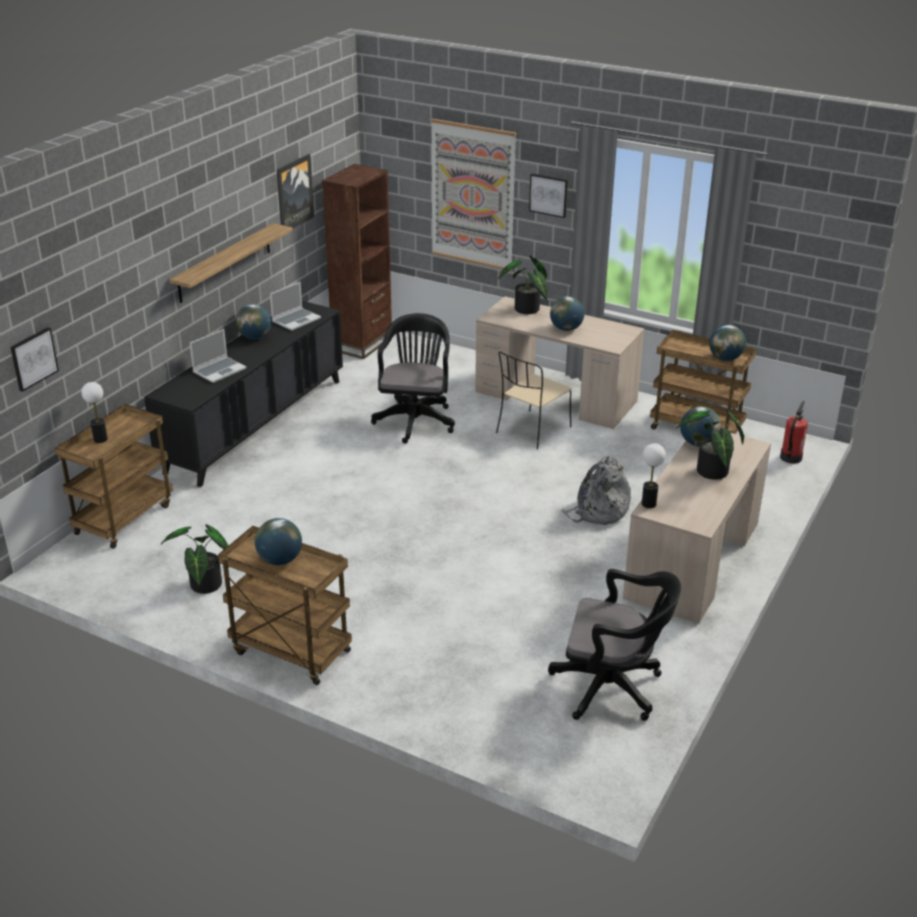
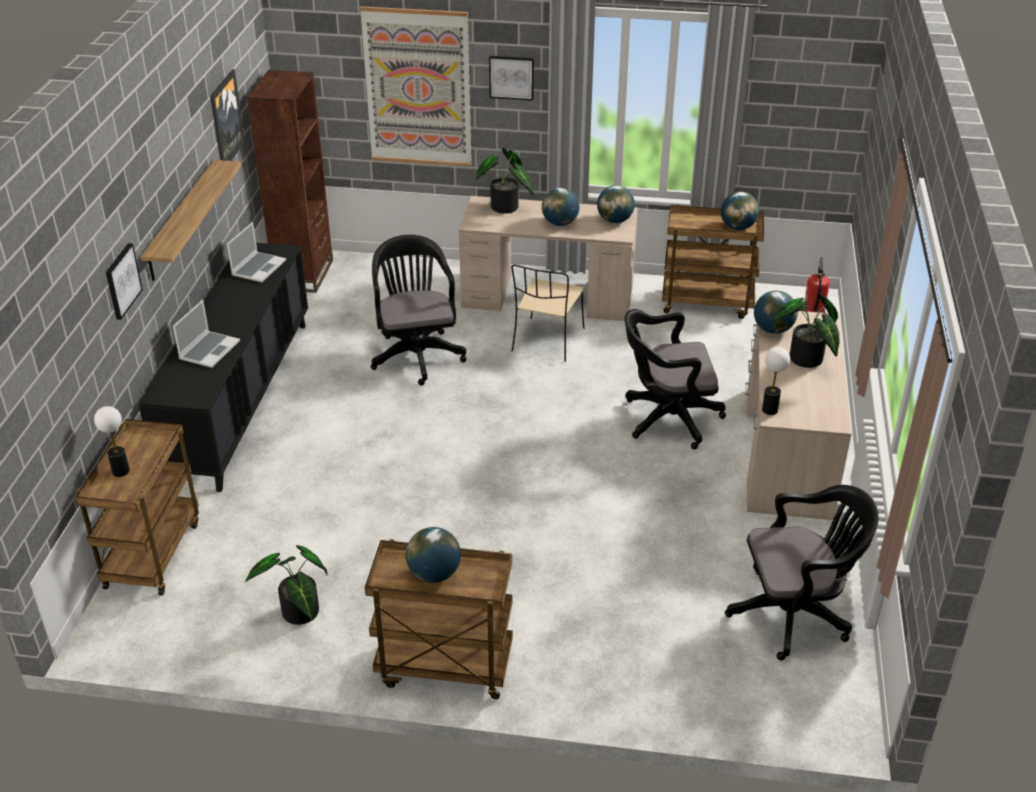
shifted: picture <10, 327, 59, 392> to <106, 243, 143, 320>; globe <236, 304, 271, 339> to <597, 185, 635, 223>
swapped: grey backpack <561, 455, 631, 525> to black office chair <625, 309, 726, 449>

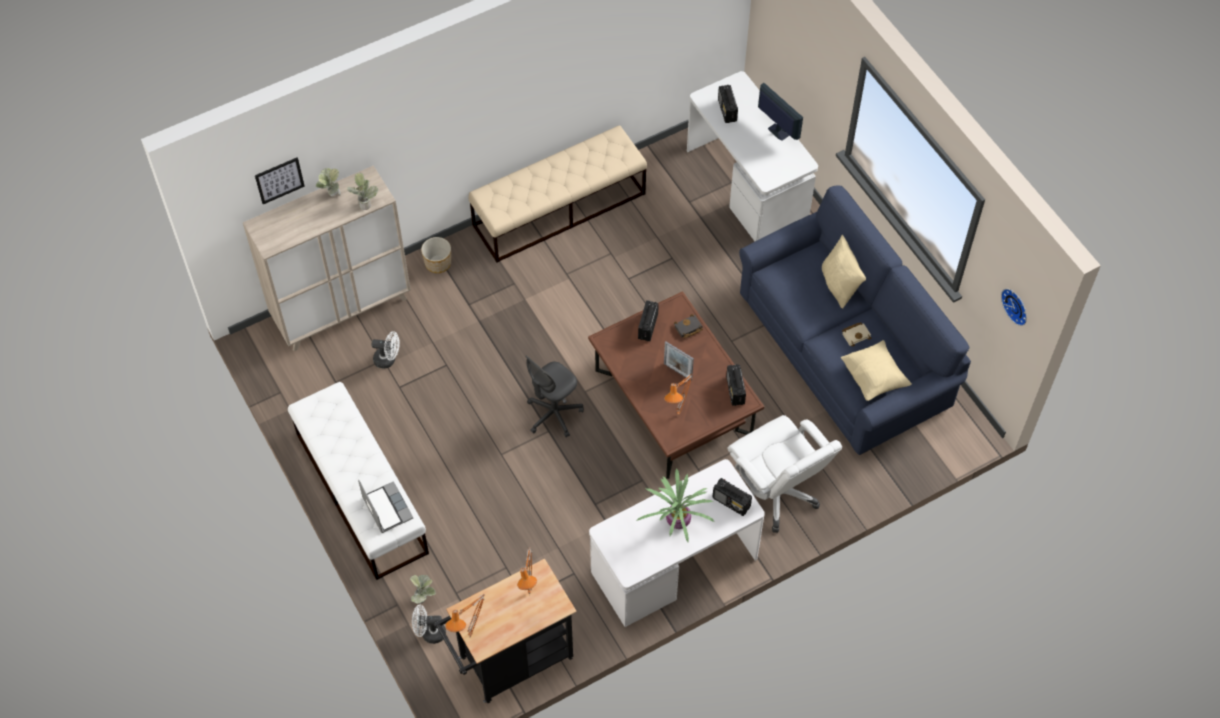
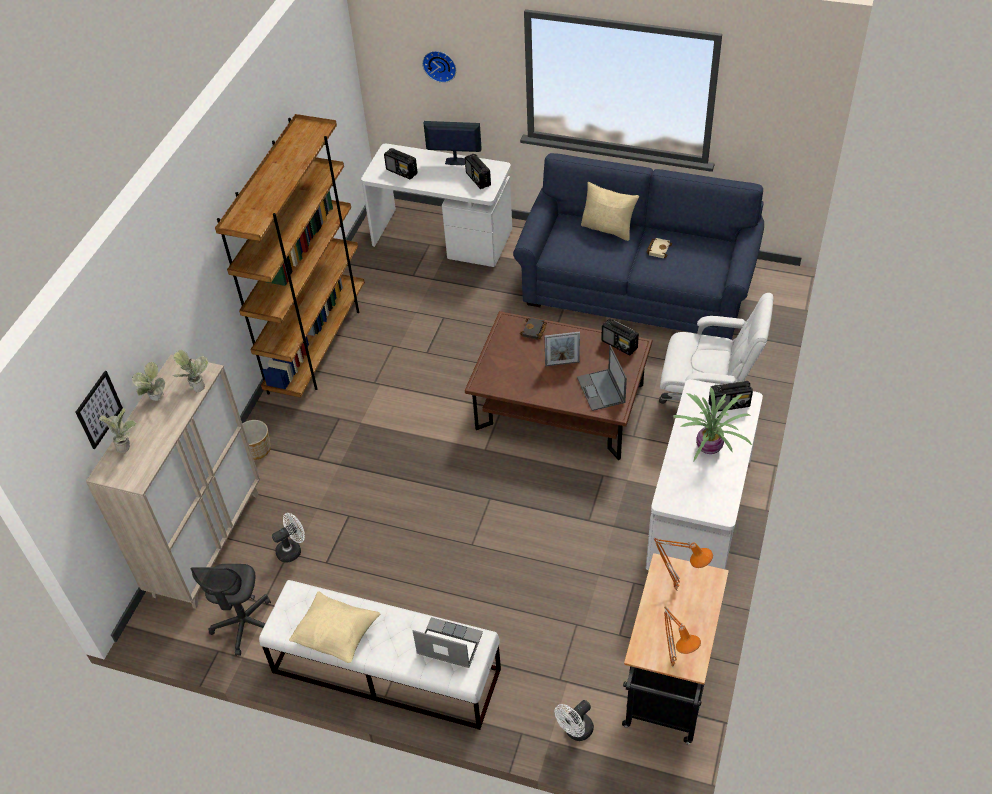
shifted: potted plant <410, 575, 436, 604> to <99, 408, 137, 453>; grey office chair <526, 355, 584, 437> to <190, 564, 271, 656>; beige pillow <841, 340, 912, 401> to <289, 591, 380, 663>; wall clock <1001, 289, 1027, 326> to <422, 51, 456, 83>; radio <638, 300, 659, 341> to <465, 154, 491, 189>
swapped: beige bench <469, 125, 647, 262> to brown bookcase <215, 114, 365, 398>; orange table lamp <664, 374, 692, 416> to laptop <577, 345, 627, 411>

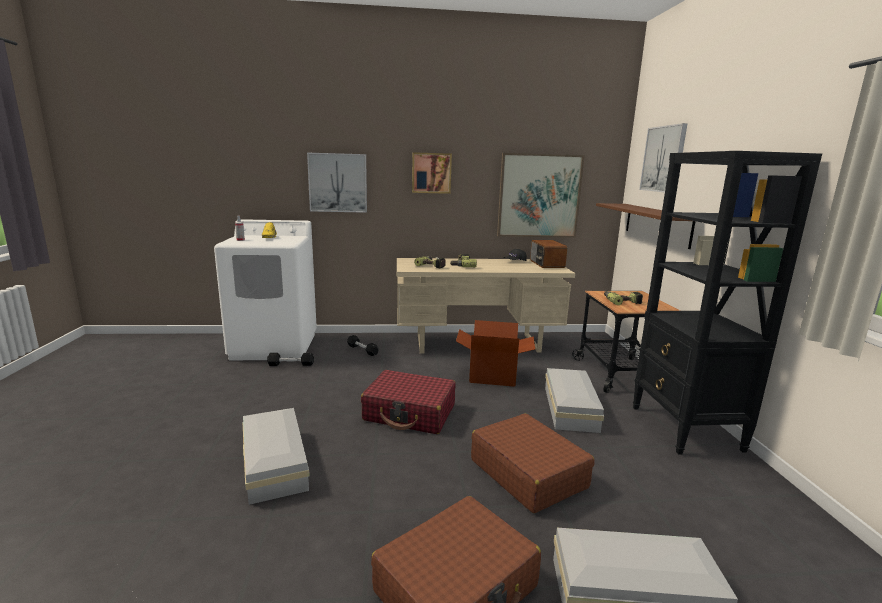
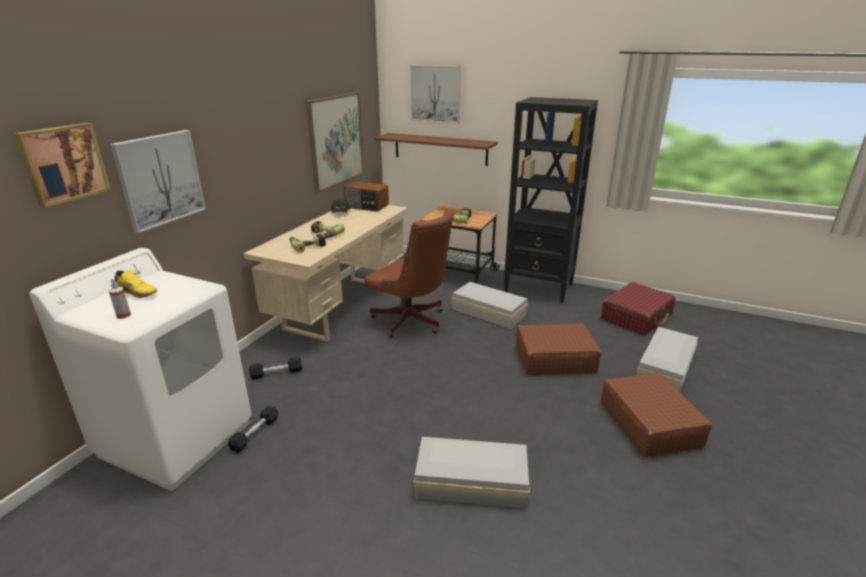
shifted: picture <412, 152, 452, 194> to <14, 123, 111, 208>; red suitcase <361, 370, 456, 434> to <601, 282, 676, 335>
swapped: cardboard box <456, 320, 535, 387> to brown office chair <364, 208, 454, 338>

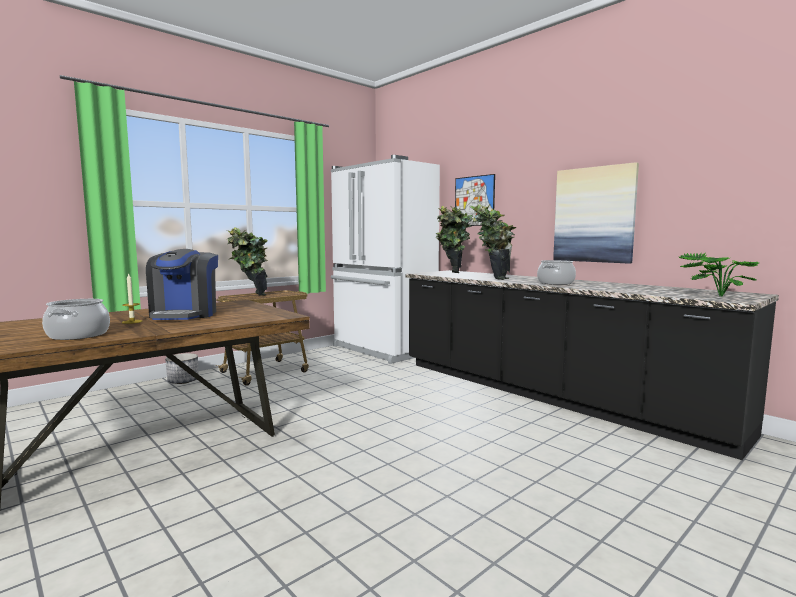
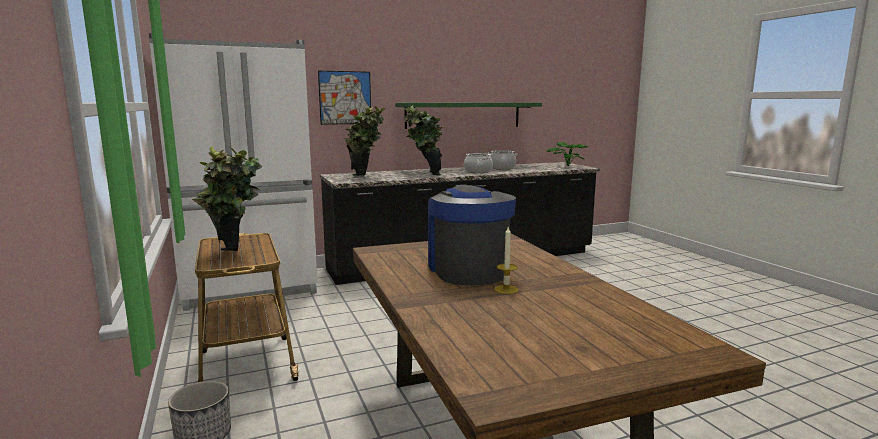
shifted: cooking pot <42, 299, 110, 340> to <488, 150, 518, 169>
swapped: picture <553, 162, 639, 264> to green shelf <395, 103, 542, 129>
rotated: coffee machine <146, 249, 218, 320> = <428, 184, 516, 285> 120 degrees counterclockwise

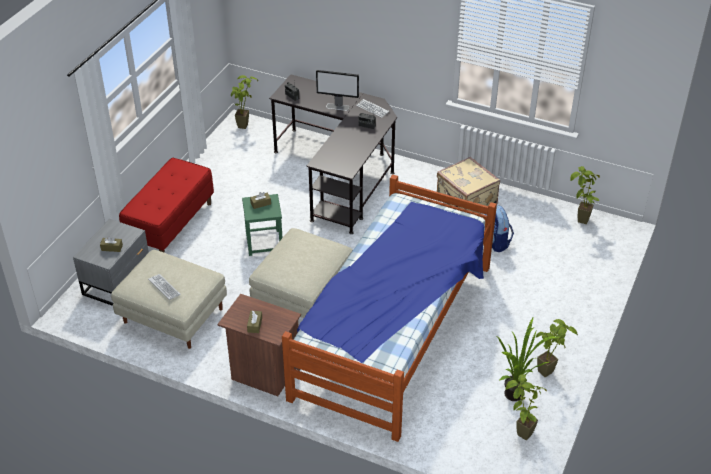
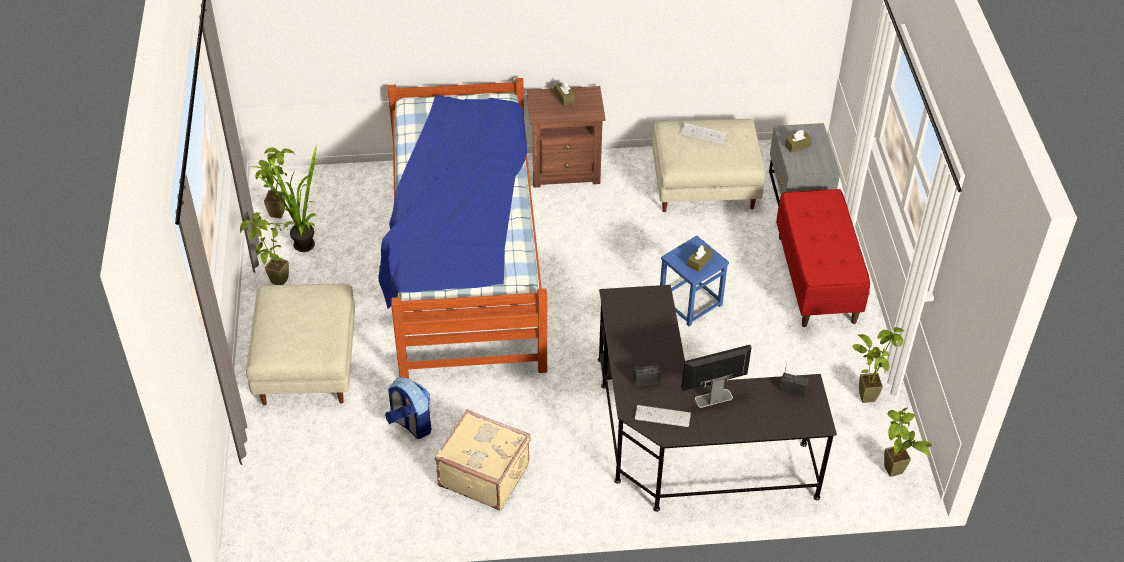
shifted: beige ottoman <249, 228, 353, 318> to <246, 284, 355, 405>; potted plant <570, 166, 600, 224> to <852, 327, 904, 403>
repainted: green stool <242, 194, 282, 256> to blue stool <660, 235, 729, 326>

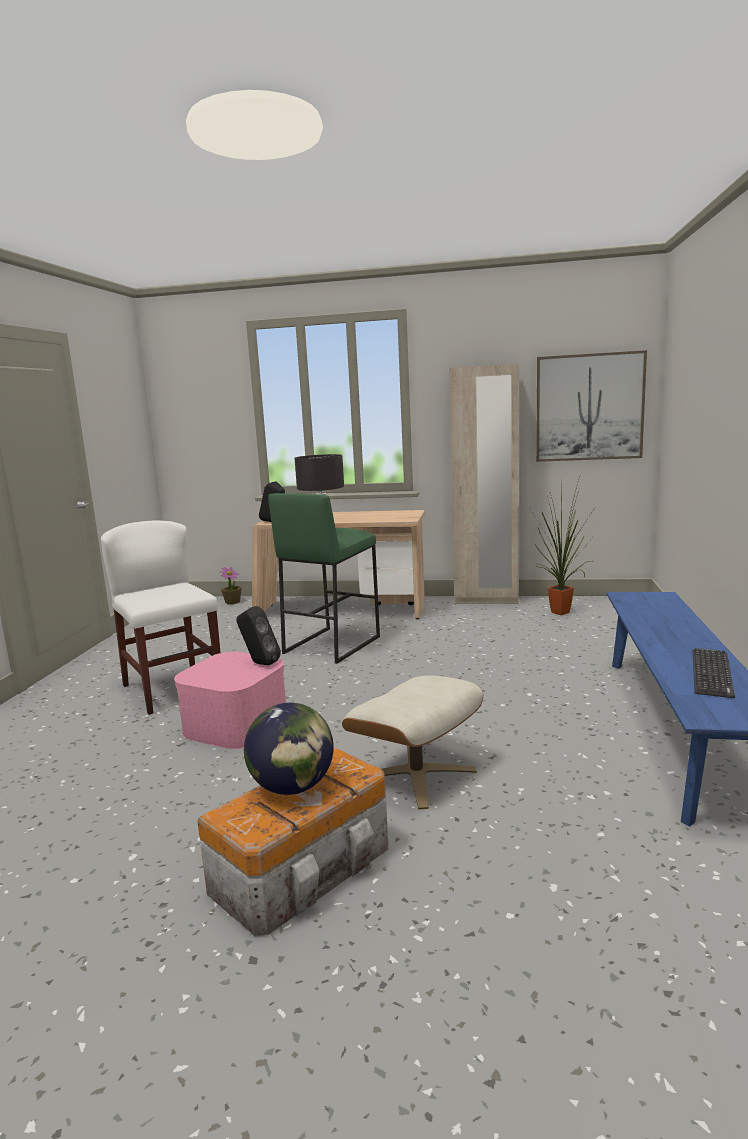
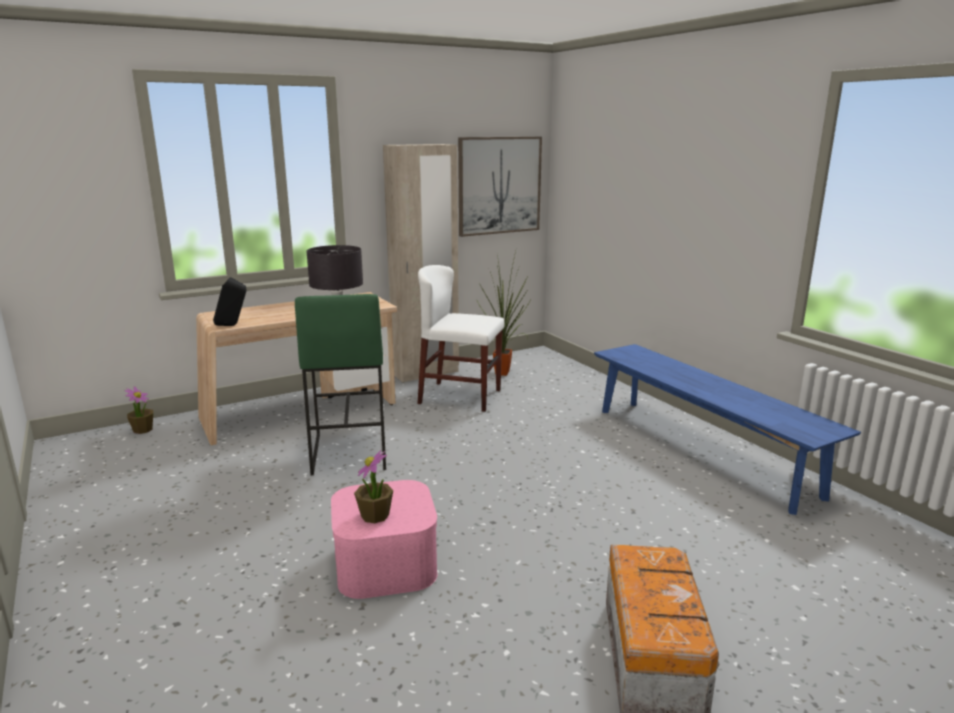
gone: black speaker <236, 606, 281, 666>; globe <244, 703, 334, 795>; beige ottoman <342, 676, 483, 810>; keyboard <693, 648, 735, 698>
new: potted plant <354, 450, 393, 523>
shifted: white chair <101, 520, 221, 715> to <417, 265, 505, 412>

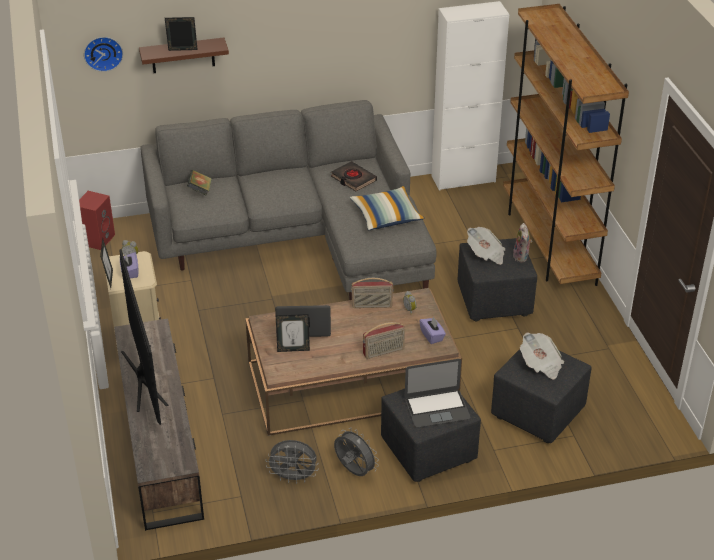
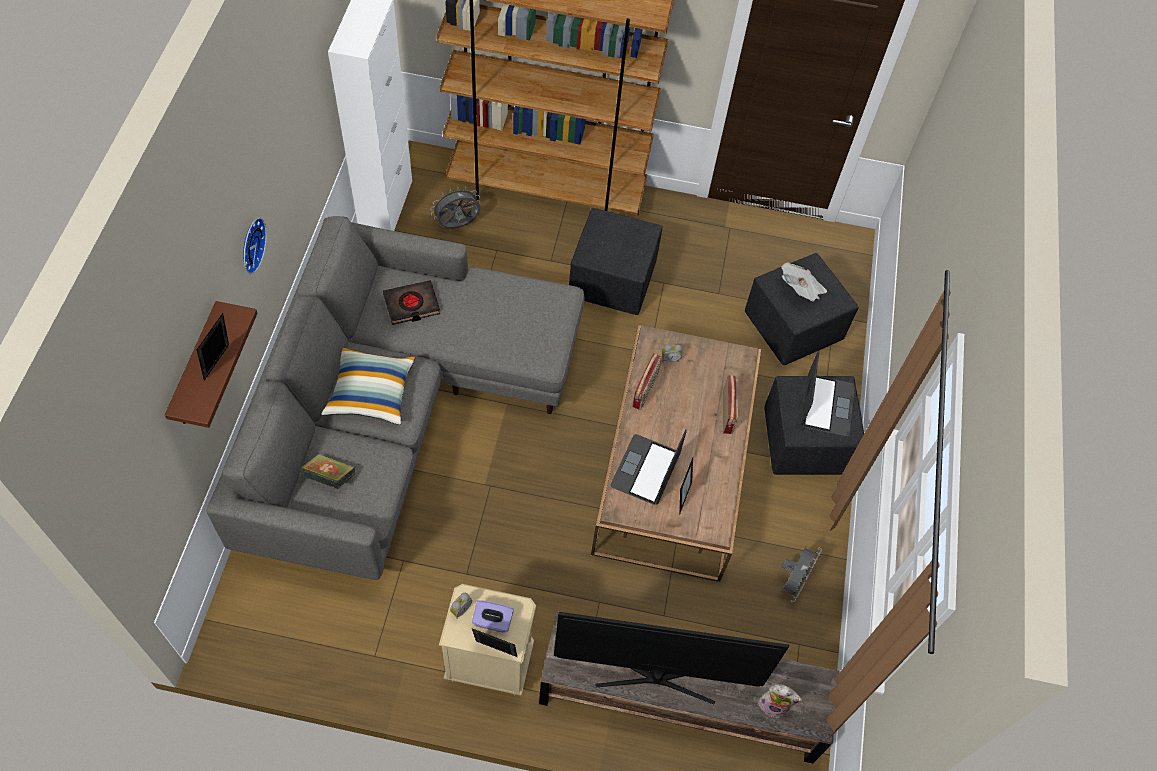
gone: red speaker <79, 191, 115, 250>; purple tissue box <419, 316, 446, 344>; newspaper <467, 227, 505, 265>
shifted: wall clock <84, 37, 123, 72> to <243, 218, 267, 274>; pillow <350, 186, 425, 230> to <322, 347, 416, 425>; grey fan <334, 427, 379, 476> to <431, 186, 480, 229>; plush toy <513, 223, 532, 262> to <758, 684, 802, 718>

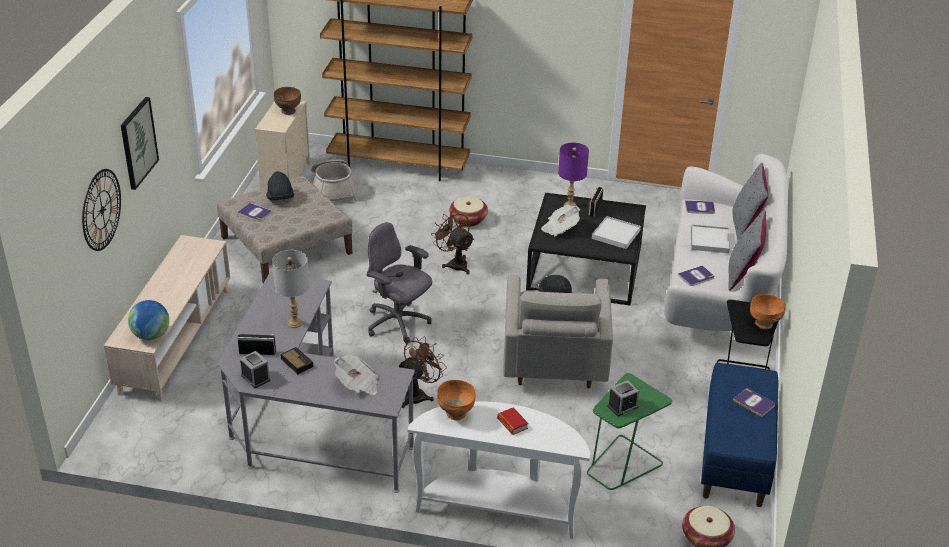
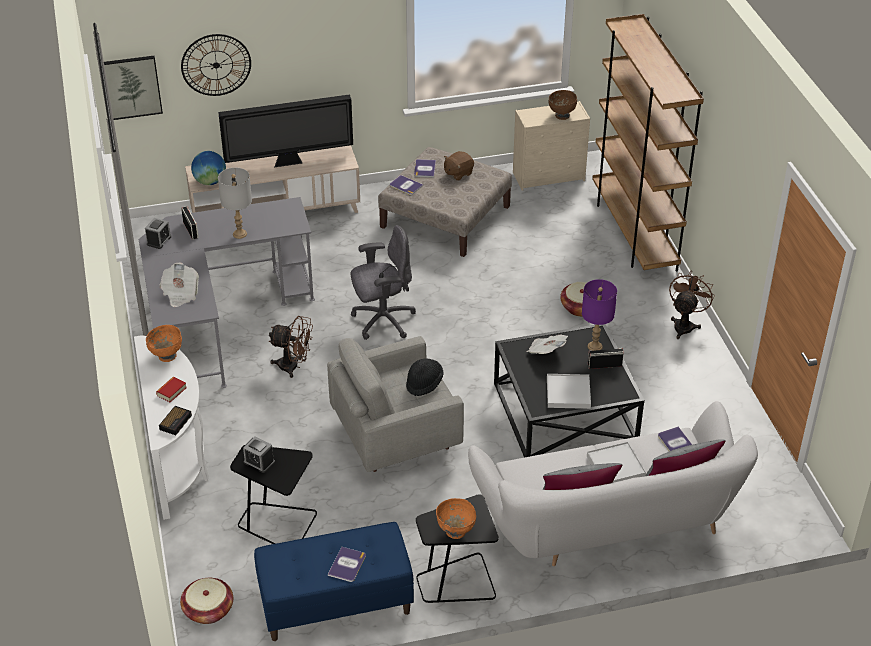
gone: basket <311, 159, 358, 202>
new: television <218, 94, 353, 167>
shifted: picture <121, 97, 159, 190> to <104, 56, 163, 120>; alarm clock <280, 347, 313, 374> to <159, 406, 192, 435>; book <678, 265, 715, 286> to <390, 175, 423, 195>; brown fan <431, 210, 474, 274> to <669, 270, 715, 339>
swapped: black hat <266, 171, 294, 200> to brown plush toy <444, 151, 474, 181>
repainted: green side table <587, 373, 672, 490> to black side table <230, 445, 317, 544>
rotated: grey office chair <367, 222, 432, 343> = <351, 225, 416, 340> 60 degrees clockwise

